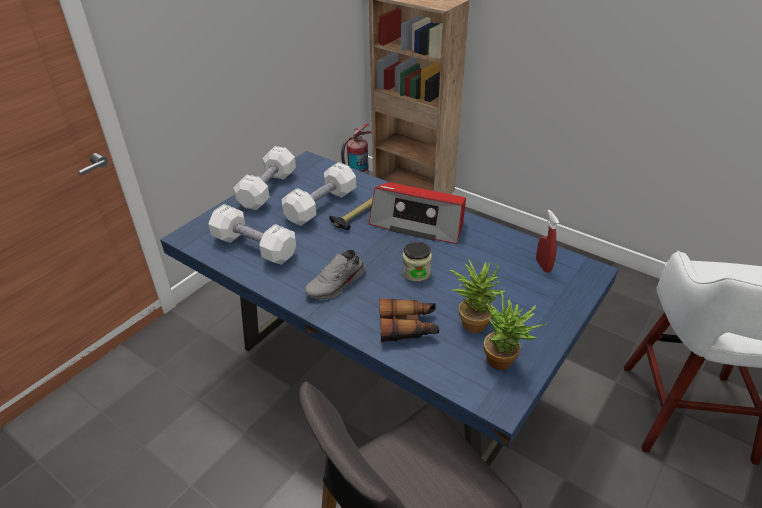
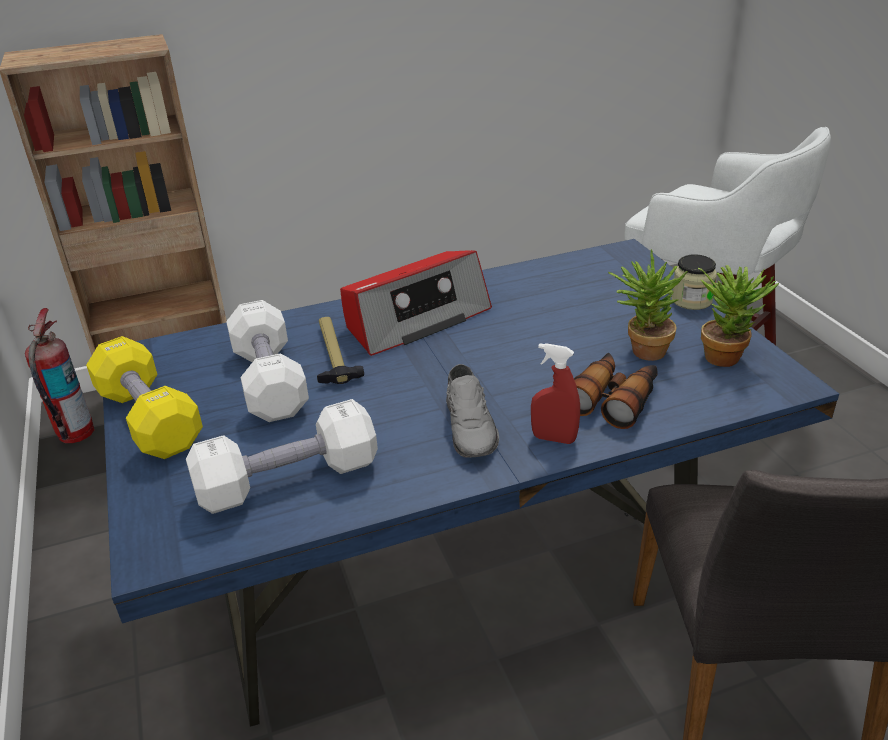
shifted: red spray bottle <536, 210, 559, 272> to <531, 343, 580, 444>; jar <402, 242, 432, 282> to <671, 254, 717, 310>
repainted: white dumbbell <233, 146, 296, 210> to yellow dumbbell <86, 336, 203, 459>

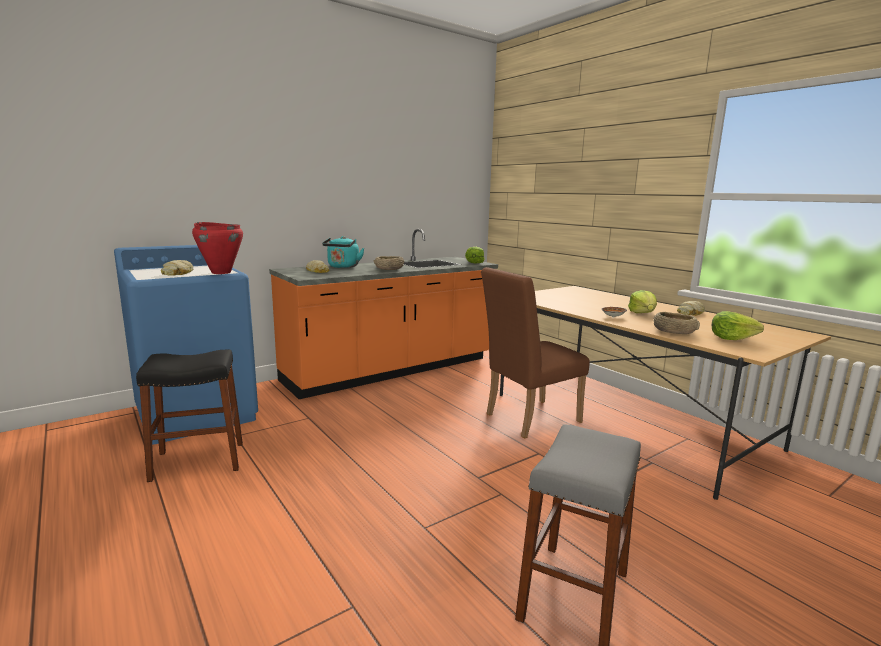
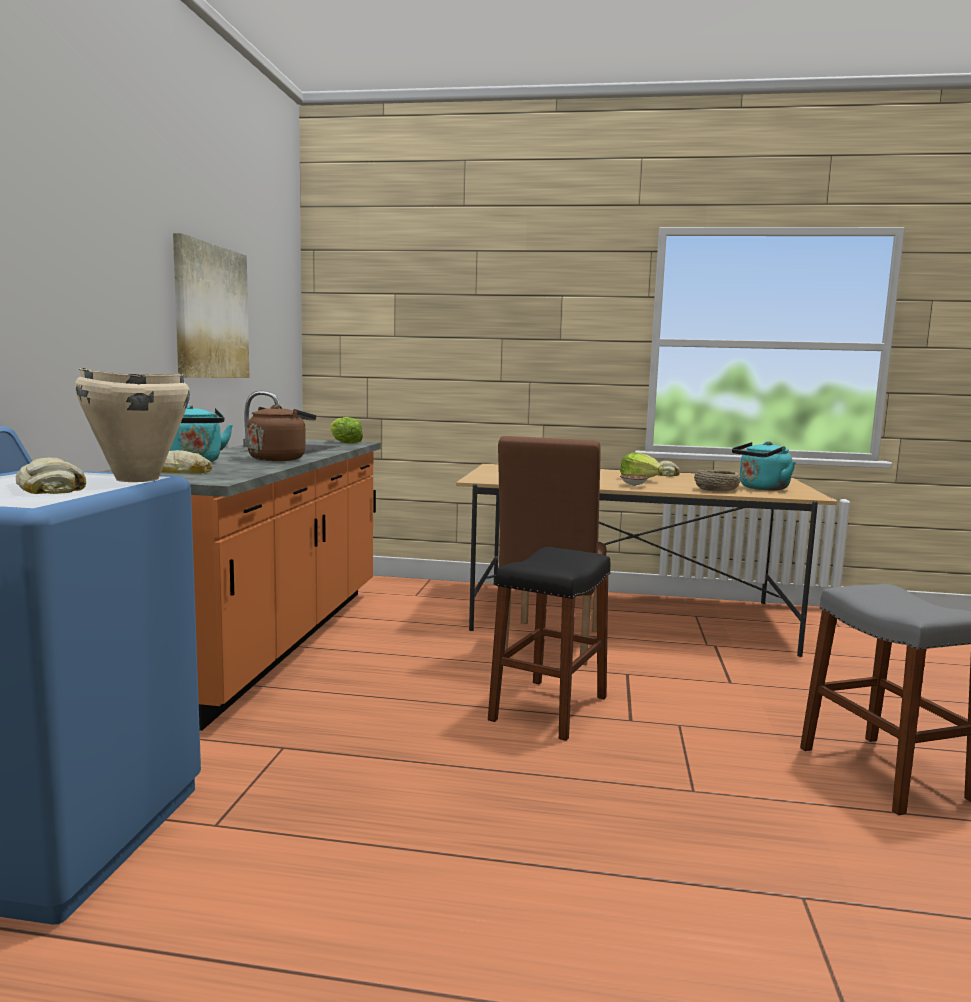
new: picture <173, 233, 249, 378>
shifted: black stool <136, 350, 243, 482> to <488, 547, 611, 741>
swapped: beige bowl <374, 256, 404, 270> to brown kettle <247, 404, 316, 461>; lettuce <712, 311, 764, 340> to turquoise kettle <732, 441, 796, 490>
repainted: red cooking pot <192, 222, 243, 274> to beige cooking pot <75, 368, 190, 482>

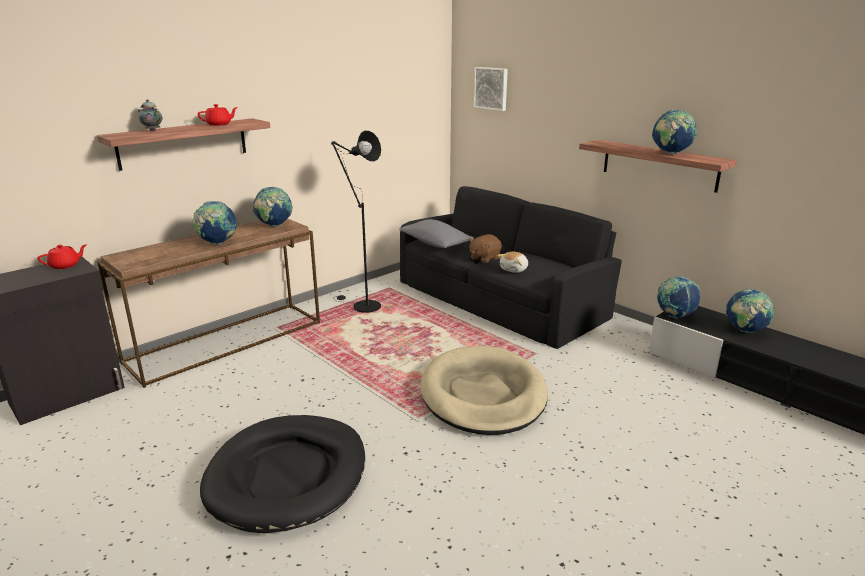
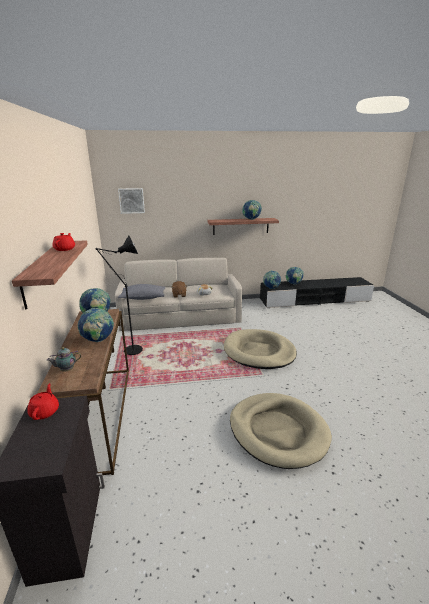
shifted: teapot <138, 99, 162, 131> to <47, 347, 81, 372>
repainted: black sofa <400, 186, 622, 349> to beige sofa <115, 257, 242, 331>; black dog bed <200, 415, 365, 533> to beige dog bed <230, 393, 332, 469>

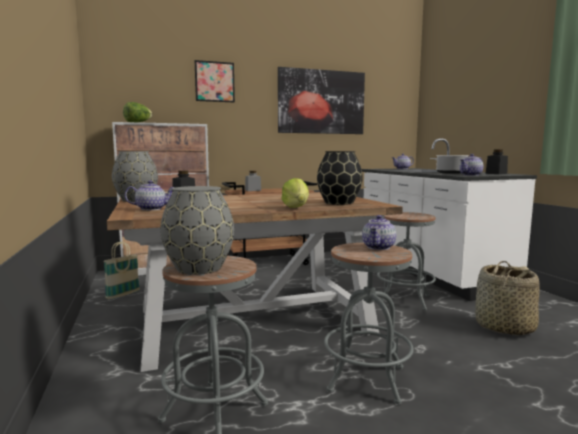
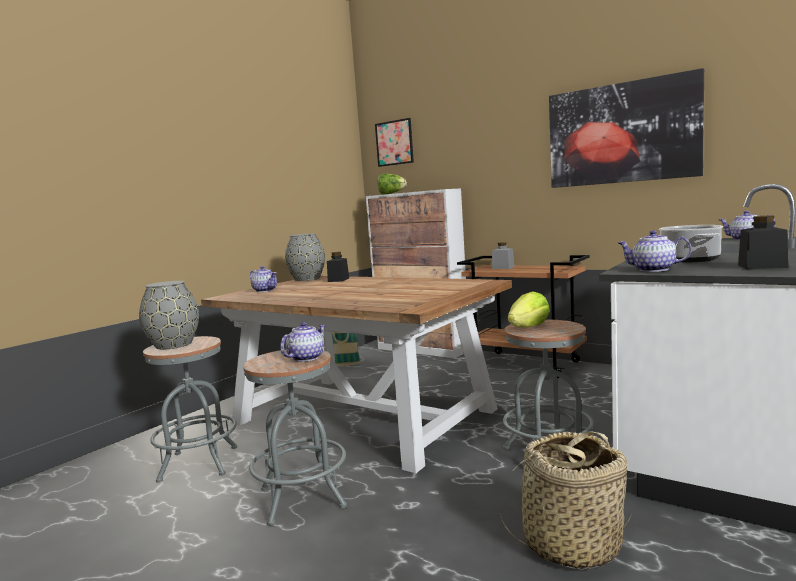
gone: black vase <317, 151, 363, 205>
shifted: picture <195, 60, 235, 102> to <375, 118, 414, 167>; lettuce <281, 178, 309, 208> to <508, 291, 550, 328>
rotated: teapot <362, 215, 396, 250> = <280, 322, 326, 362> 135 degrees clockwise

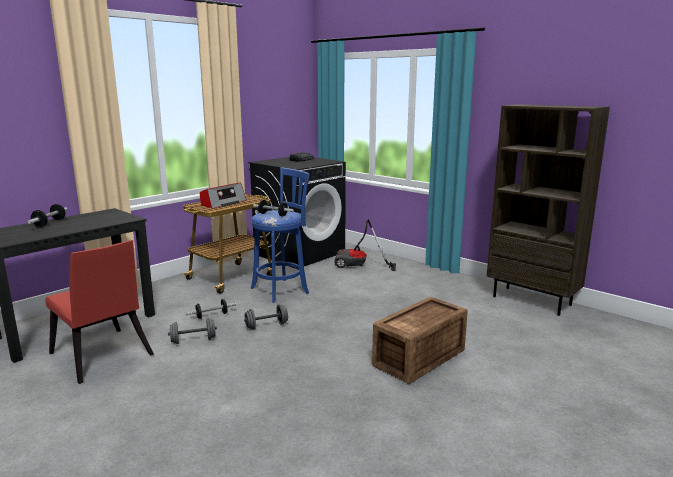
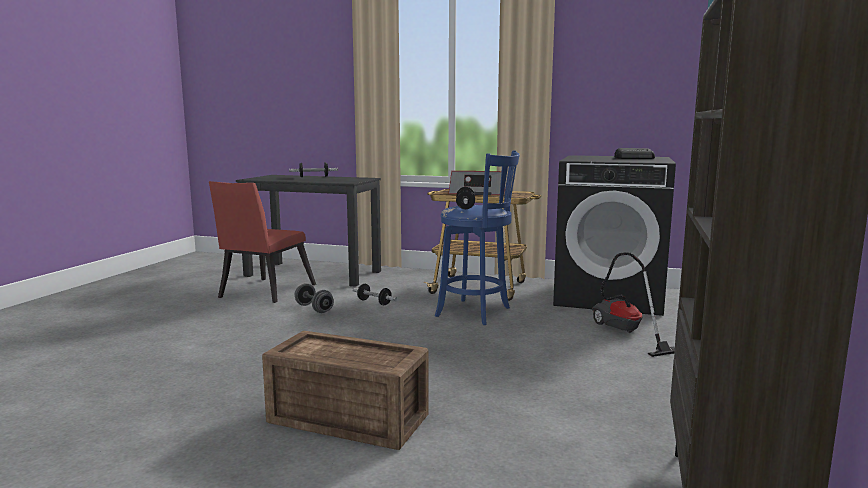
gone: grey dumbbell <244, 304, 288, 330>

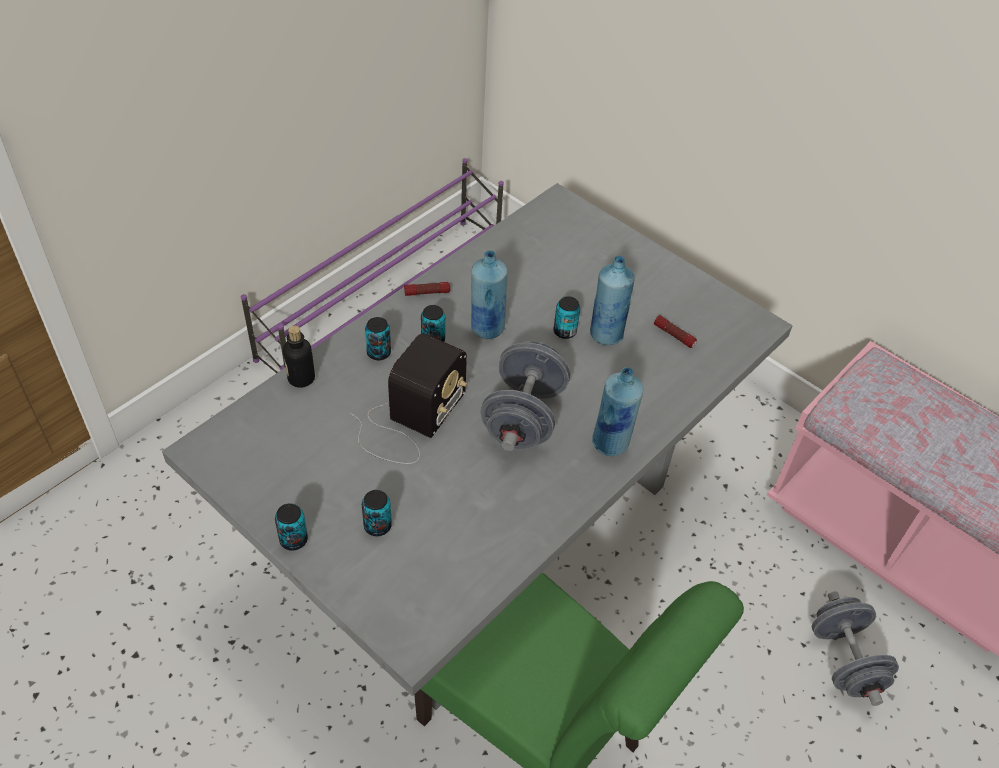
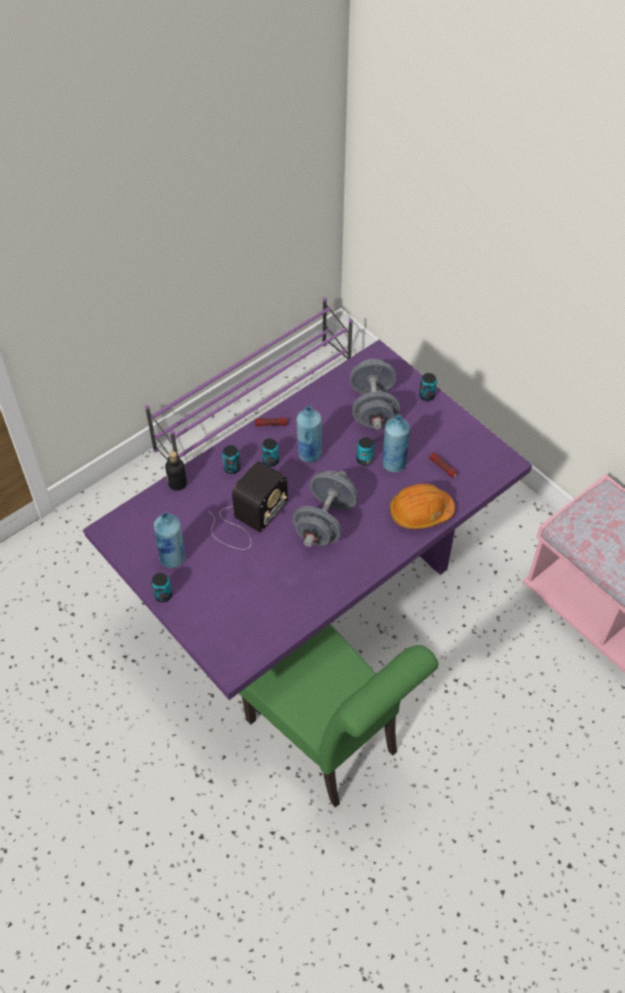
new: orange hard hat <390, 484, 455, 529>
shifted: blue bottle <592, 367, 643, 456> to <154, 512, 185, 568>; grey dumbbell <812, 591, 899, 706> to <350, 359, 400, 429>; can <362, 490, 392, 536> to <419, 373, 437, 401>
repainted: grey dining table <162, 183, 792, 710> to purple dining table <83, 340, 532, 715>

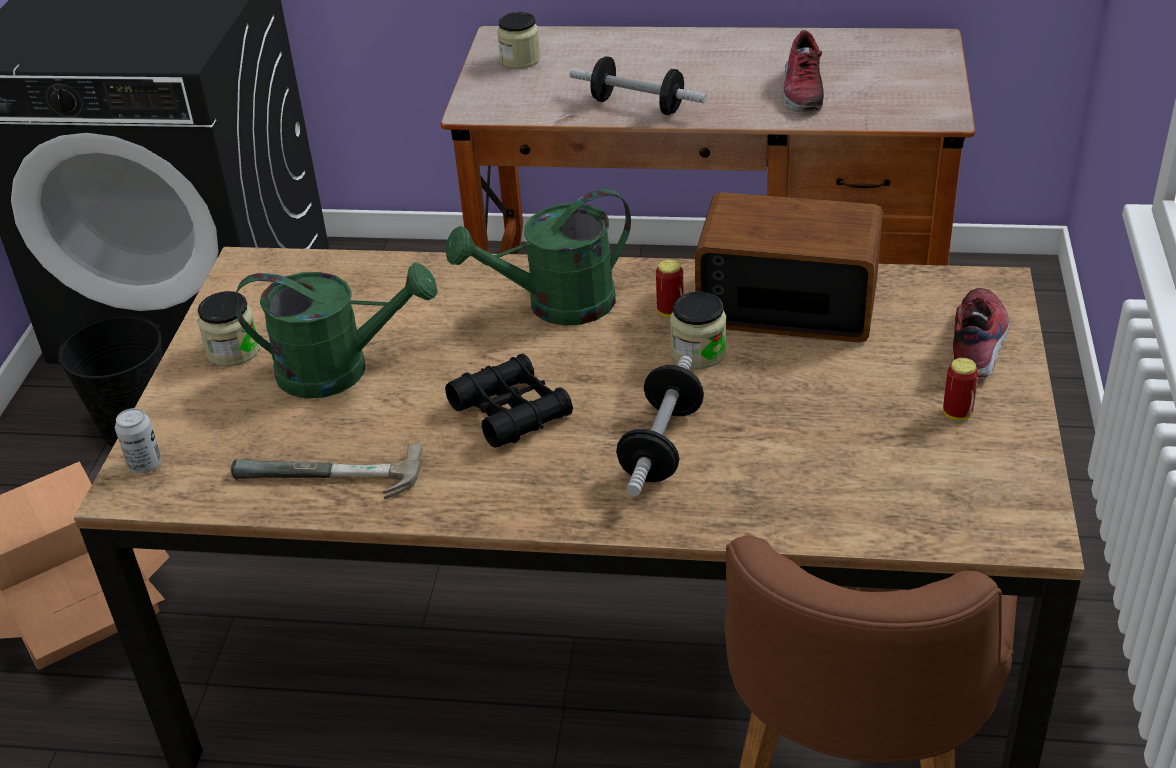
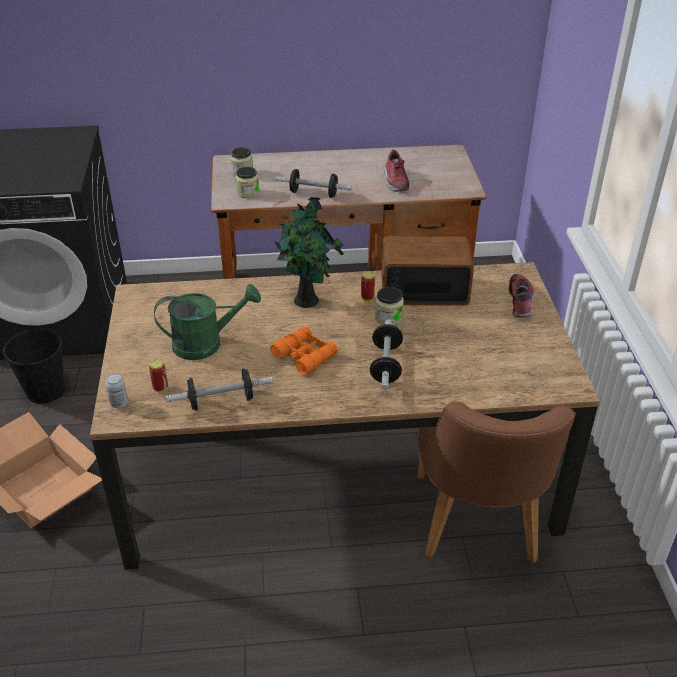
shifted: can <943, 358, 979, 420> to <149, 360, 168, 392>; jar <197, 291, 260, 367> to <235, 167, 259, 198>
swapped: hammer <230, 443, 423, 499> to dumbbell <166, 368, 273, 411>; green watering can <446, 189, 631, 326> to potted plant <274, 197, 344, 308>
repainted: black binoculars <445, 354, 573, 448> to orange binoculars <270, 326, 338, 375>

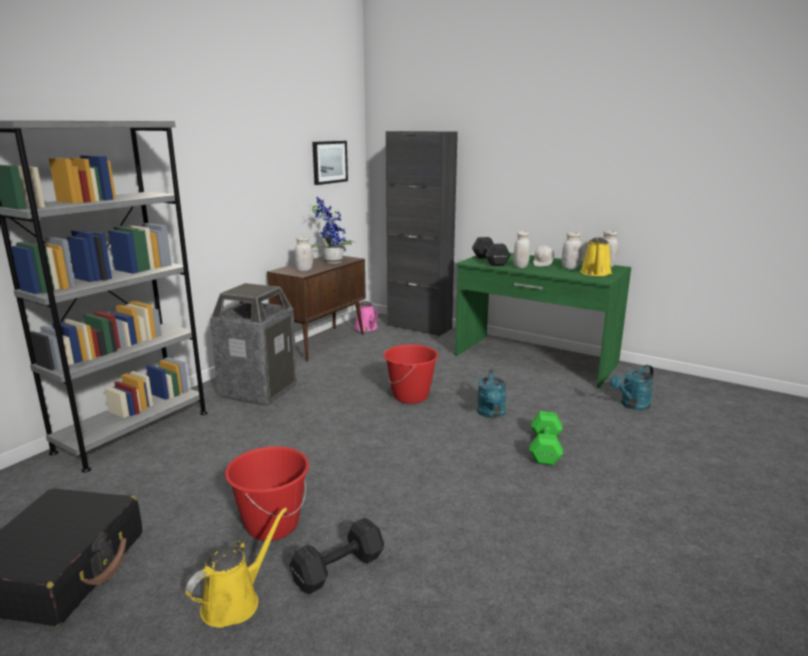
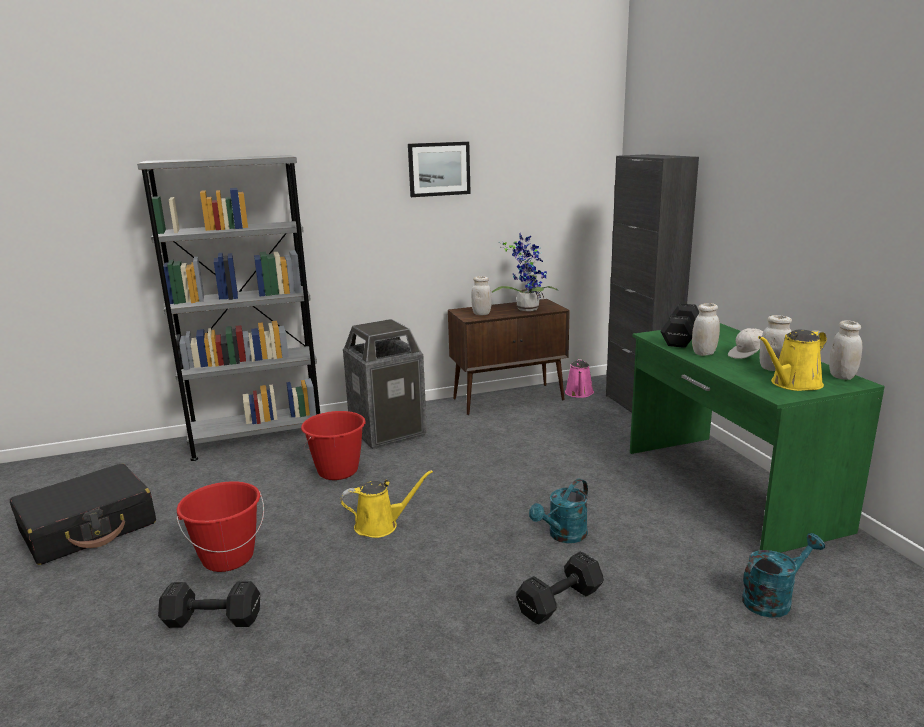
shifted: red bucket <383, 344, 439, 404> to <301, 411, 366, 480>; yellow watering can <185, 508, 287, 628> to <341, 470, 433, 538>; picture <312, 141, 348, 185> to <408, 142, 471, 197>
repainted: green dumbbell <529, 411, 563, 465> to black dumbbell <516, 551, 604, 625>
rotated: turquoise watering can <610, 365, 654, 410> = <742, 533, 825, 618> 150 degrees clockwise

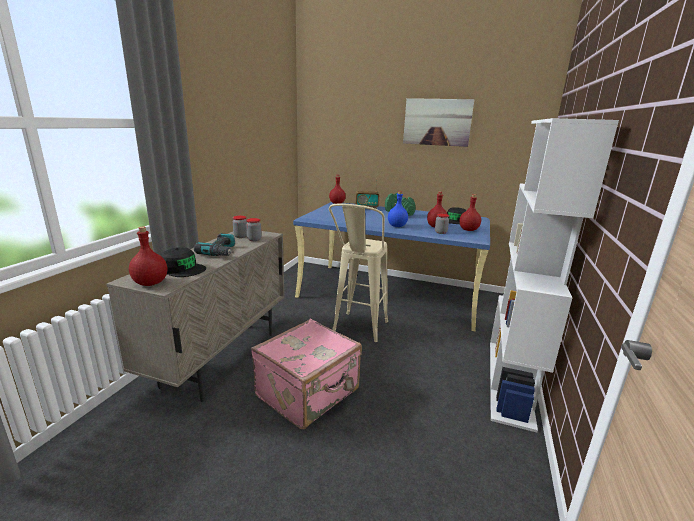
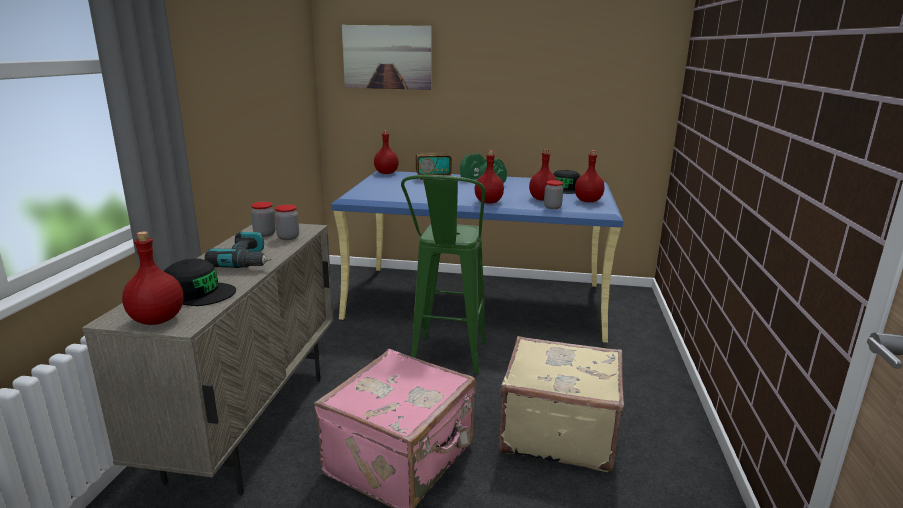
gone: white bookcase <490, 118, 619, 432>
new: beige suitcase <499, 336, 624, 472>
shifted: picture <403, 98, 474, 147> to <342, 25, 432, 90>
repainted: beige stool <329, 203, 388, 342> to green stool <401, 175, 486, 373>; blue bottle <388, 191, 408, 227> to red bottle <474, 151, 504, 203>

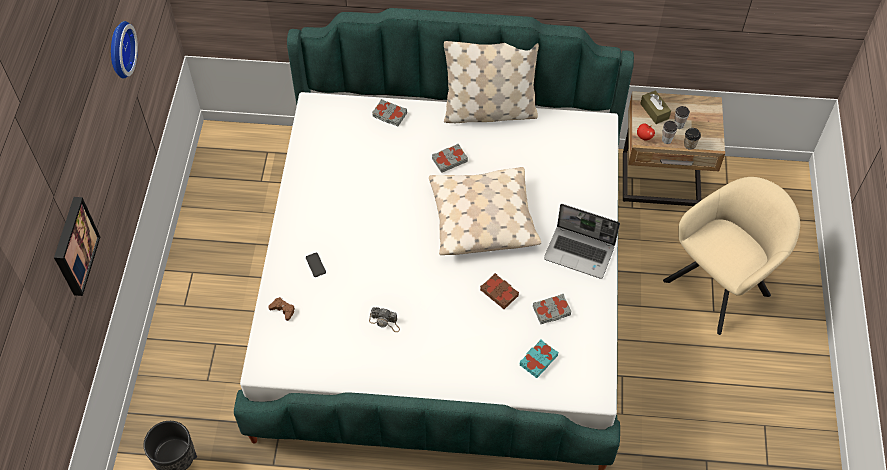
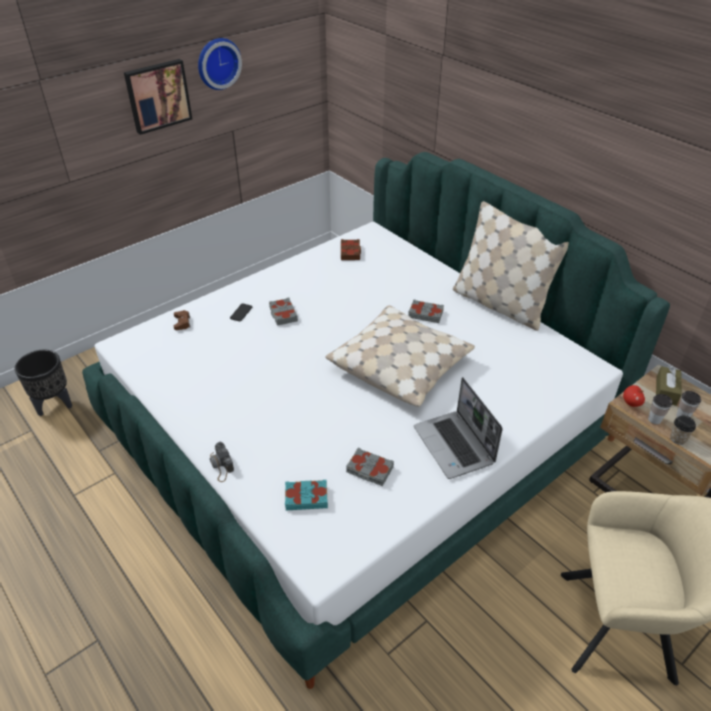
shifted: picture <54, 197, 100, 296> to <124, 59, 192, 135>; photo camera <369, 307, 400, 332> to <210, 441, 234, 482>; grey book <372, 99, 407, 126> to <269, 298, 298, 326>; brown book <480, 273, 519, 309> to <341, 239, 361, 260>

